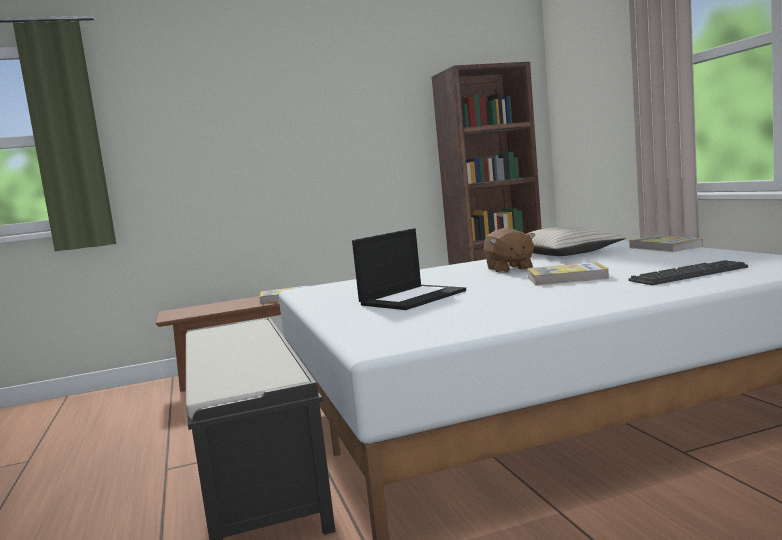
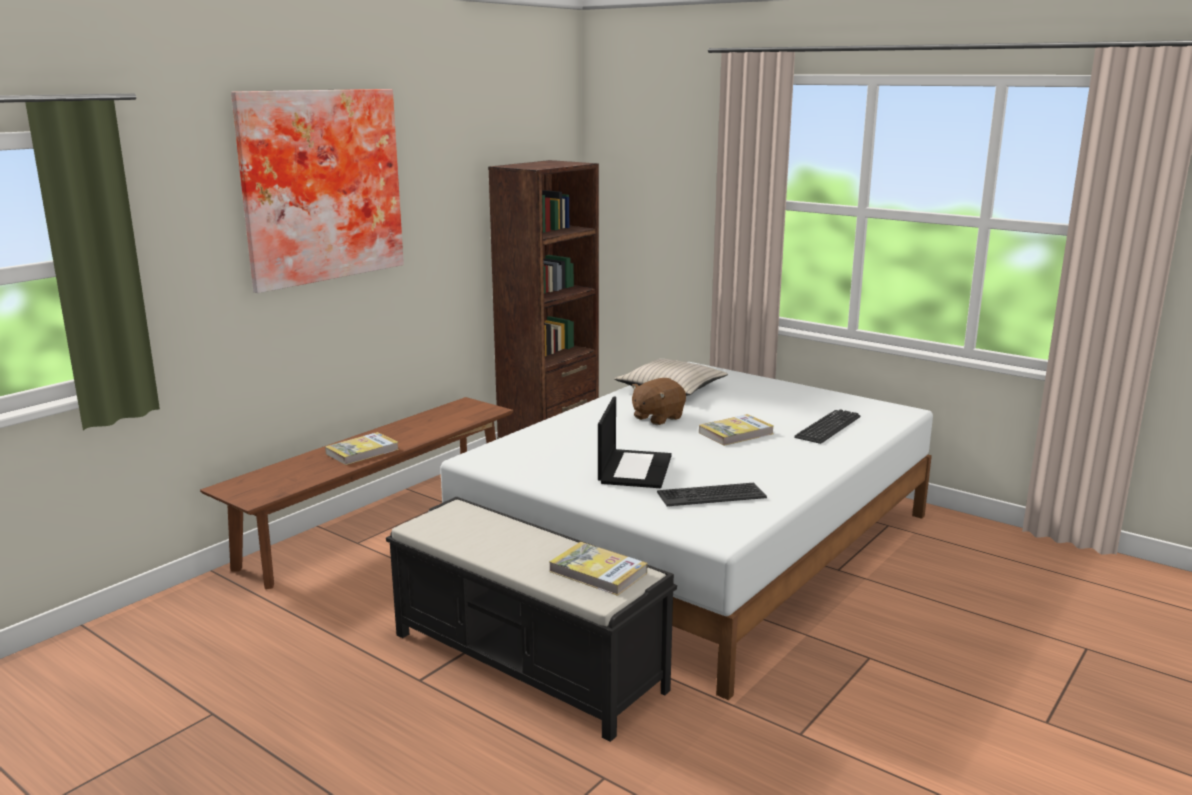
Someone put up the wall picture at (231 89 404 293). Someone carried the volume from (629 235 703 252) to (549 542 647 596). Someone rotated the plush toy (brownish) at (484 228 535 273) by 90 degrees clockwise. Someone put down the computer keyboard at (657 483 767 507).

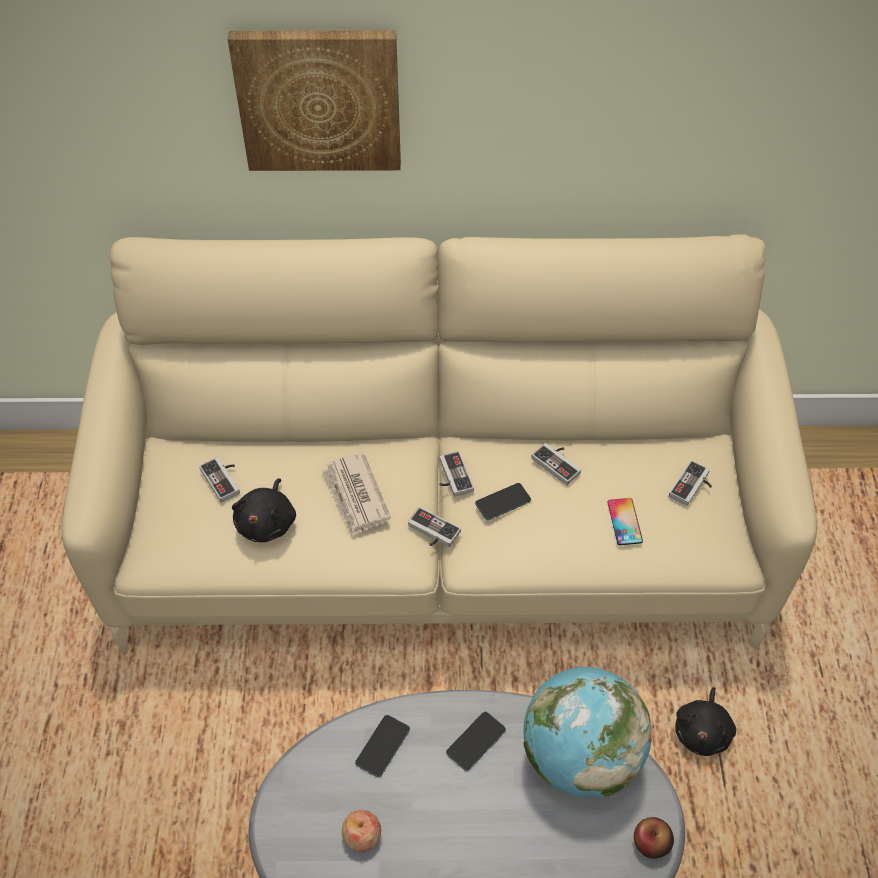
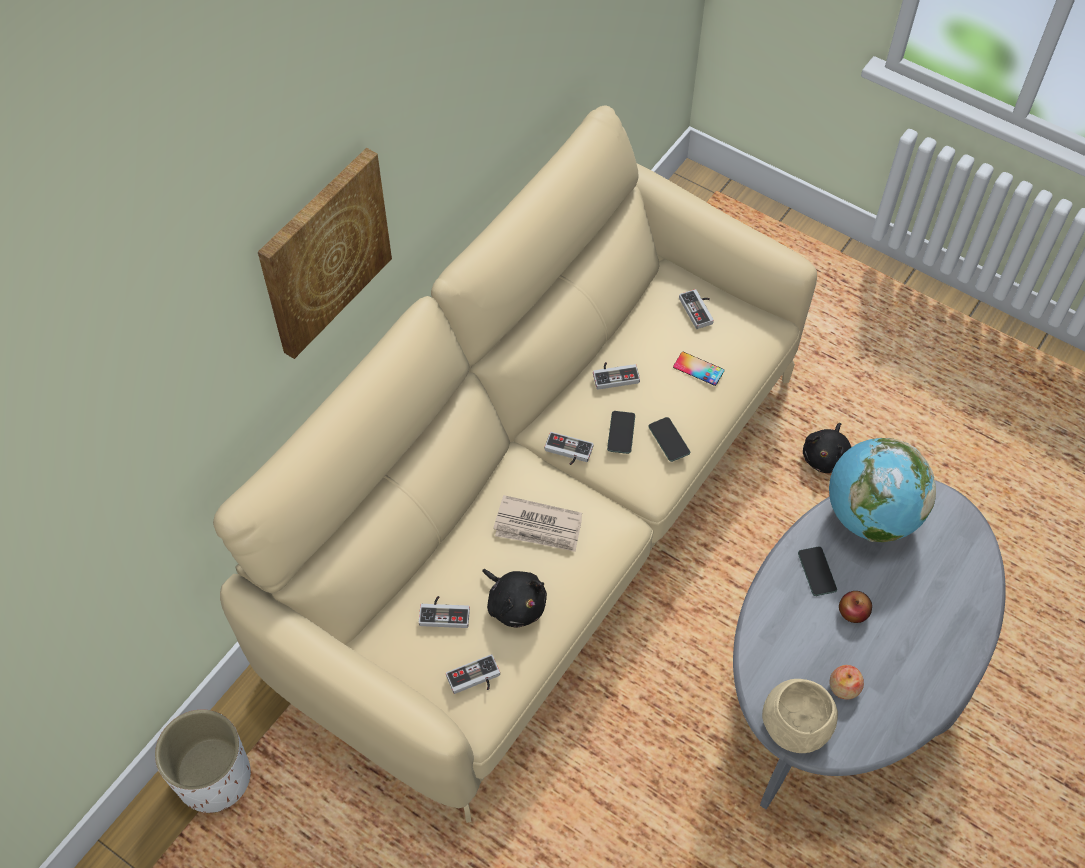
Someone put down the planter (white) at (155 709 251 813). Someone carried the gamepad from (408 507 461 547) to (446 654 500 694). Someone carried the telephone from (355 715 410 777) to (648 417 690 462). Someone put down the bowl (sand-coloured) at (762 679 838 753). Someone rotated the plush toy (blackish) at (675 687 736 756) by 60 degrees clockwise. Someone carried the apple from (634 817 674 858) to (839 591 872 623).

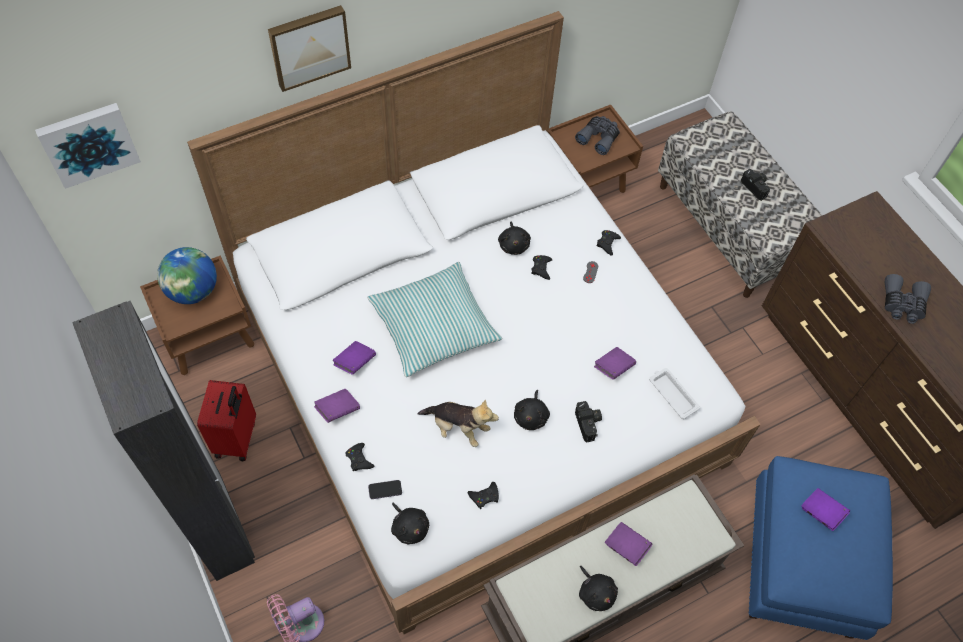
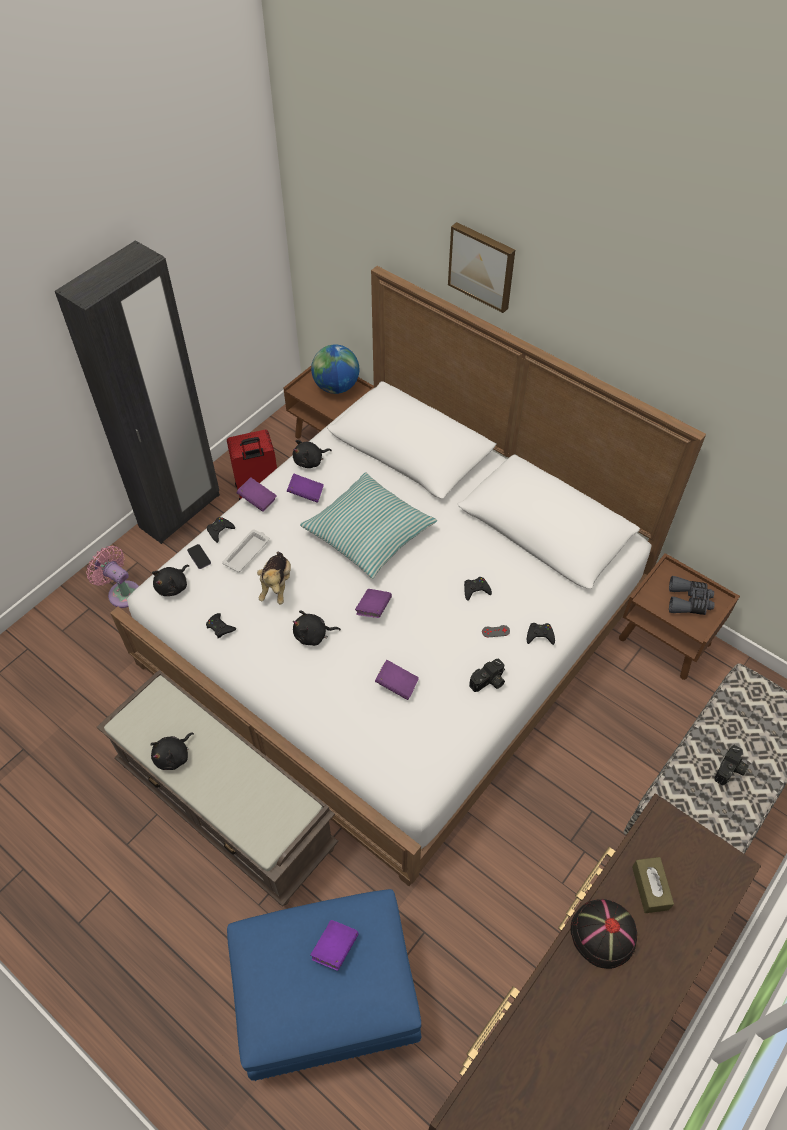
Someone carried the serving tray (white) from (649 368 700 419) to (222 529 270 572). Someone carried the plush toy (blackish) from (498 221 531 255) to (293 440 332 468). Someone carried the volume (purple-coloured) from (605 522 652 566) to (355 589 392 618). Someone carried the still camera from (575 401 602 443) to (469 658 505 692). Someone swapped the binoculars (grey) at (885 274 931 324) for the wearable hat (blackish) at (571 899 637 969). Someone put down the tissue holder (brownish) at (632 857 674 913). Someone took away the wall picture at (35 103 141 189).

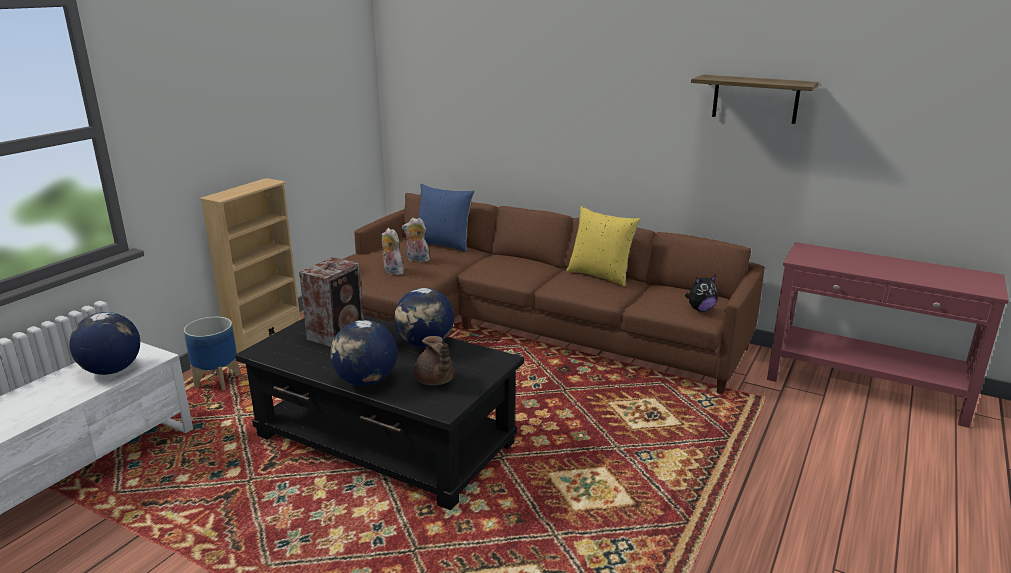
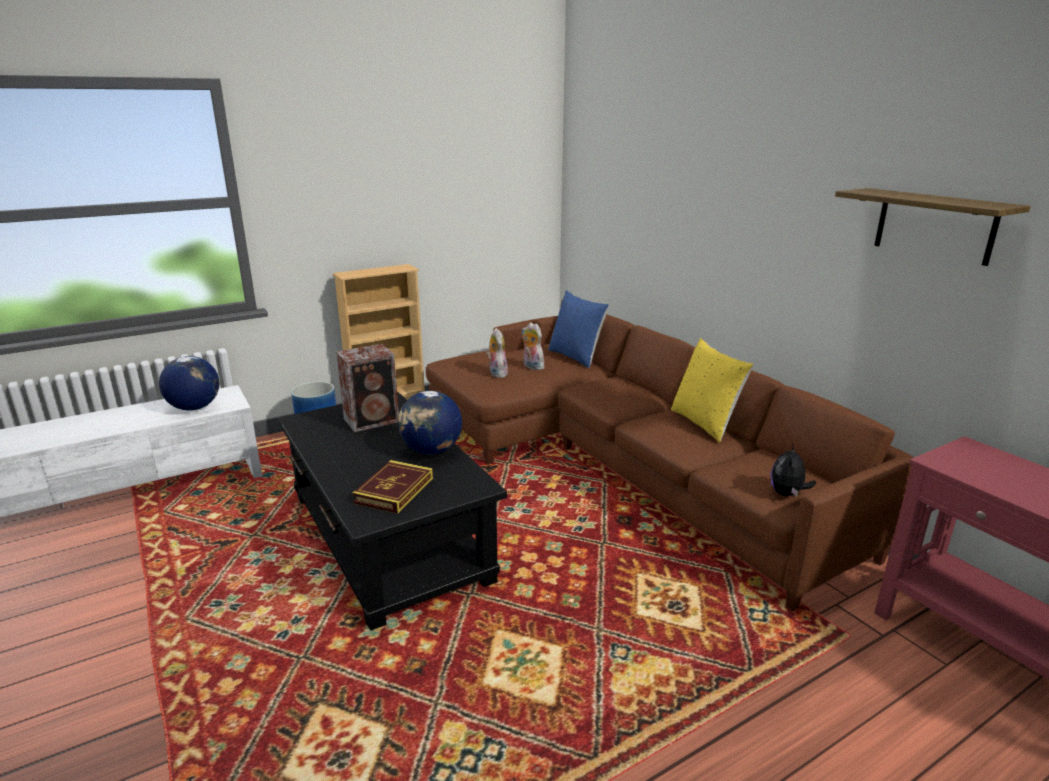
Someone swapped the tea pot (brownish) at (414 336 454 386) for the volume at (352 460 433 514). Someone rotated the plush toy at (685 275 718 312) by 105 degrees clockwise. Someone took away the desk globe at (330 320 397 386).

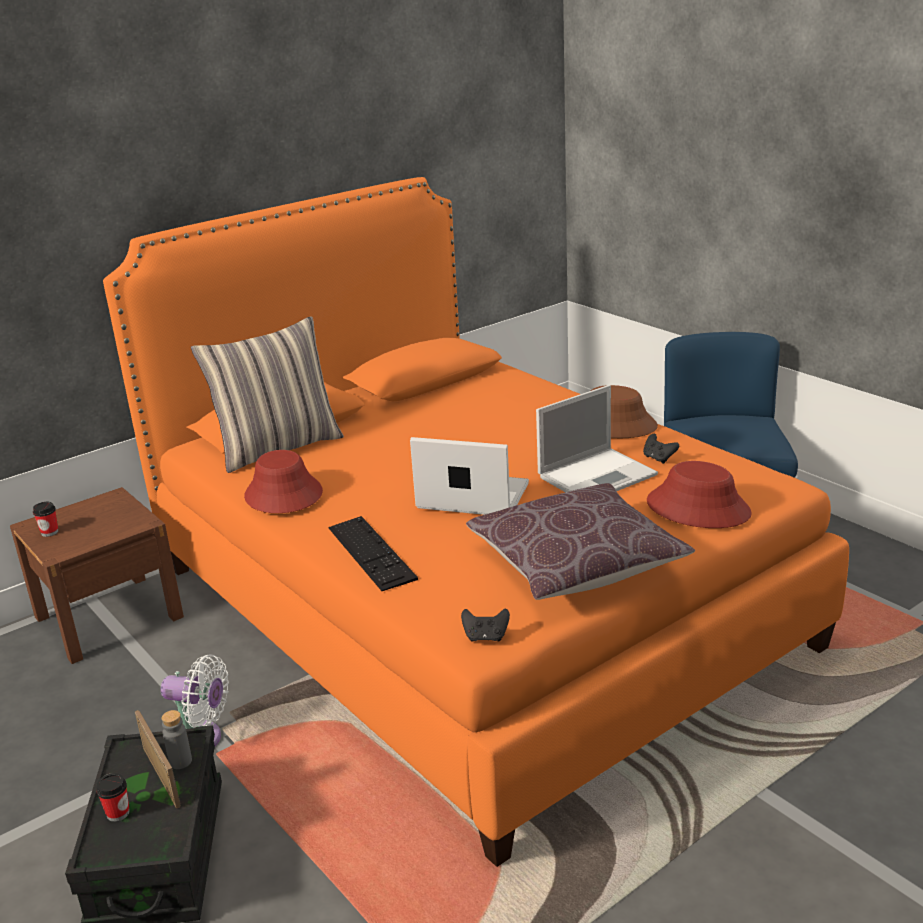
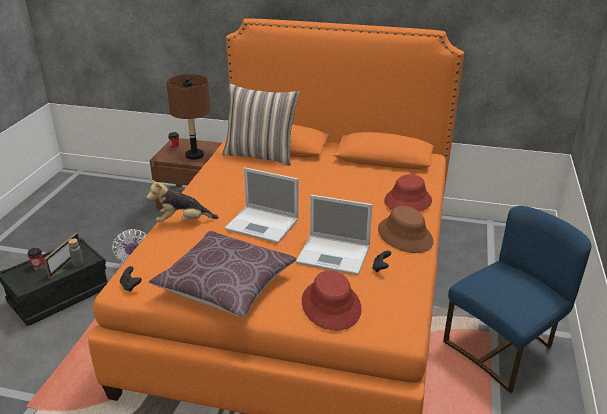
Someone swapped the computer keyboard at (328 516 418 591) for the plush toy at (146 179 219 222). Someone put down the lamp for a table (brownish) at (166 74 210 160). Someone rotated the laptop at (410 437 529 515) by 135 degrees clockwise. Someone carried the wearable hat (reddish) from (244 450 323 513) to (384 174 432 212).

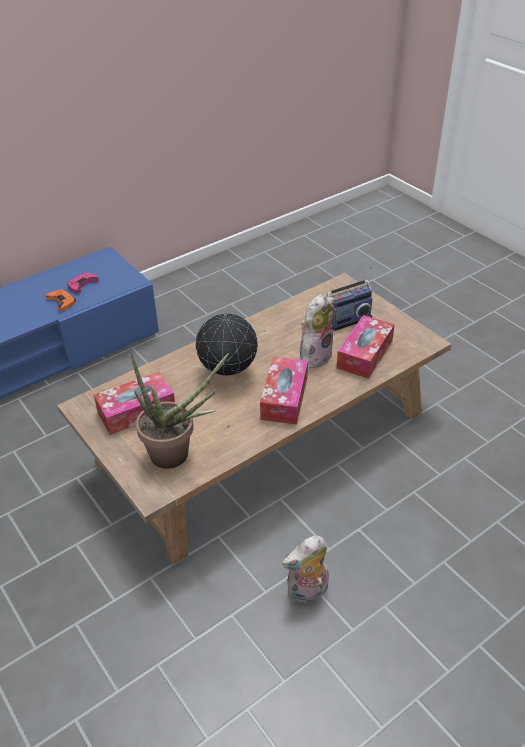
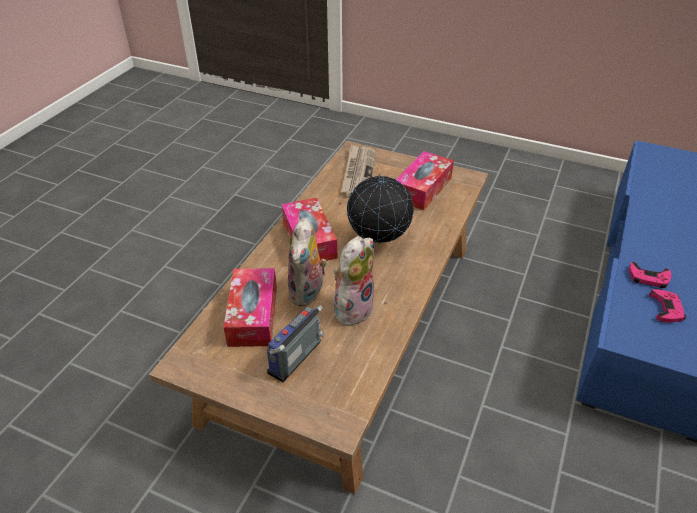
Someone carried the plush toy from (282 536 329 603) to (334 236 374 326). Someone swapped the plant in a pot at (130 351 229 469) for the newspaper at (341 144 375 197). Someone repainted the gamepad (orange-coloured) at (46 289 76 311), which became the gamepad (pink-coloured) at (629 262 671 288).

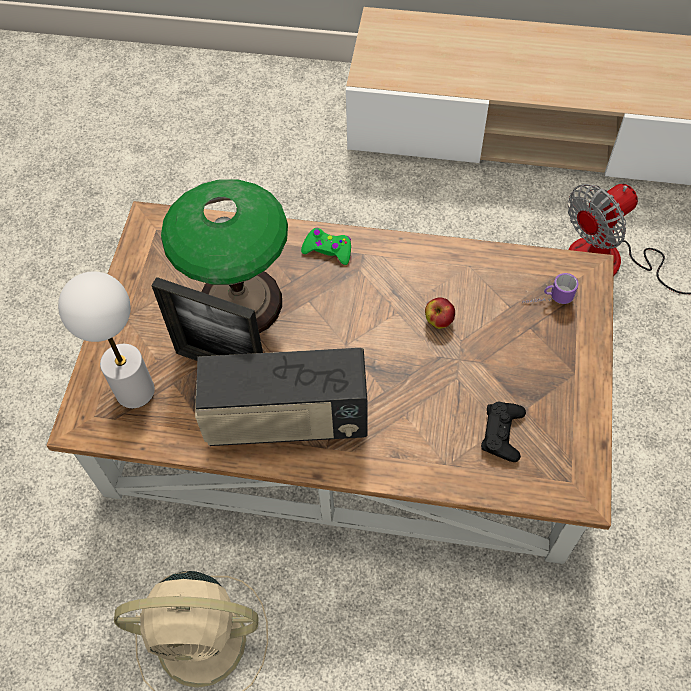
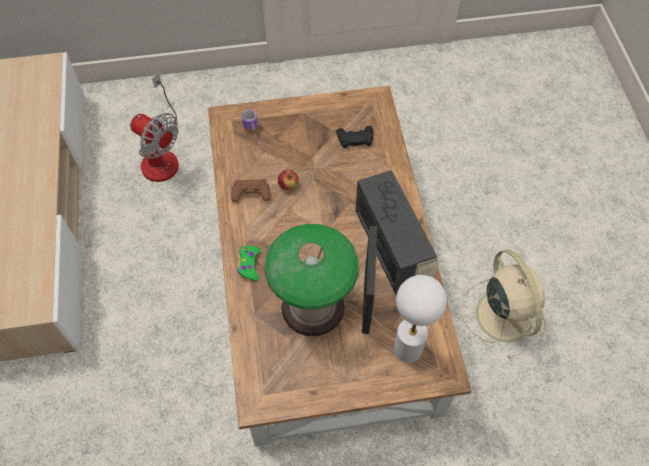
Someone put down the gamepad (brownish) at (231 179 270 202).

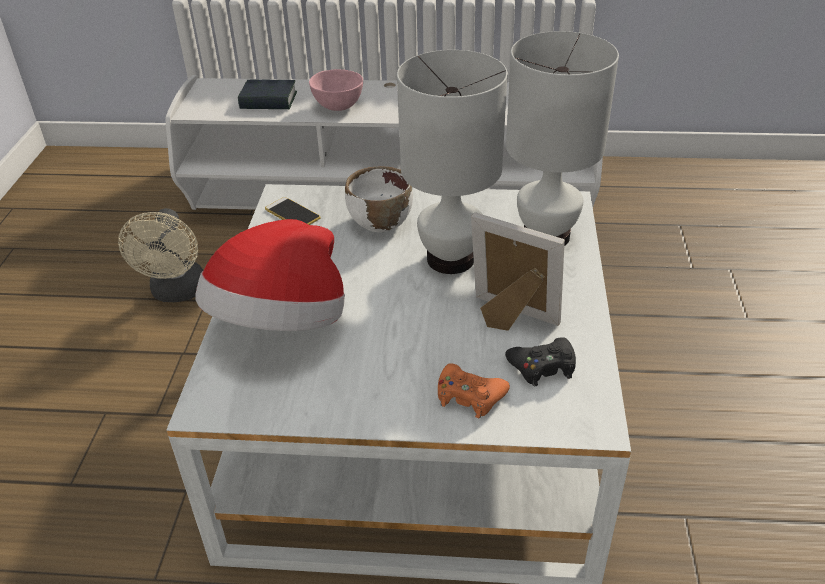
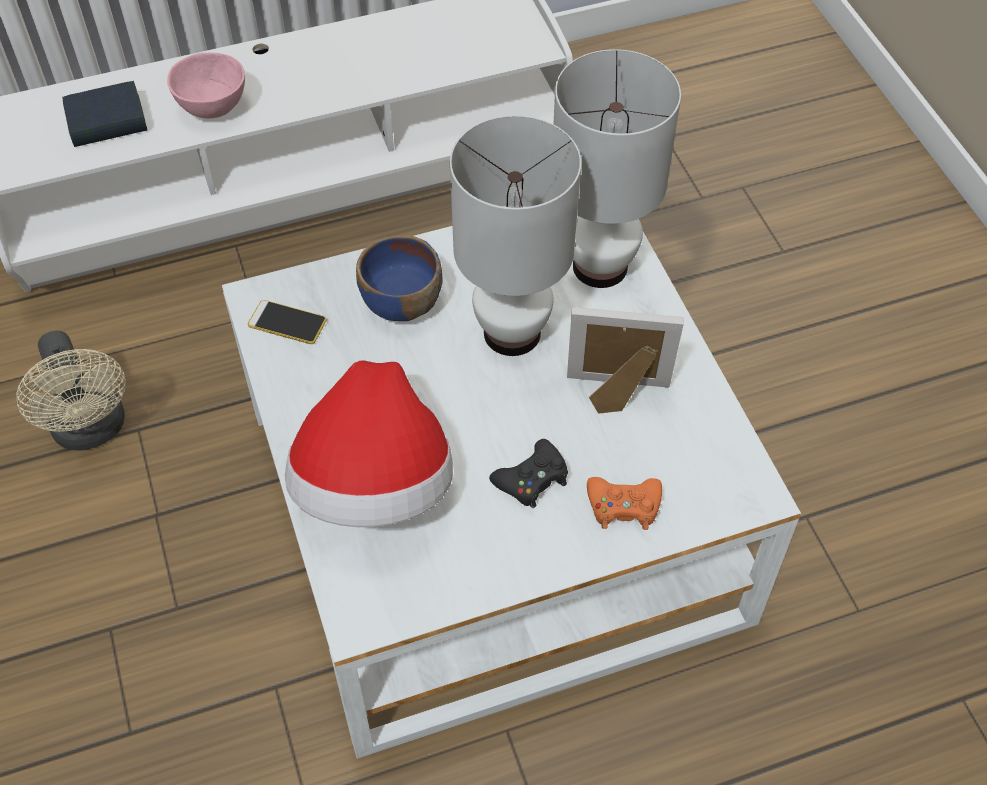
Someone repainted the bowl (white) at (345 166 413 232), which became the bowl (bluish) at (356 235 443 321). Someone carried the gamepad (blackish) from (505 337 576 386) to (489 439 568 508).

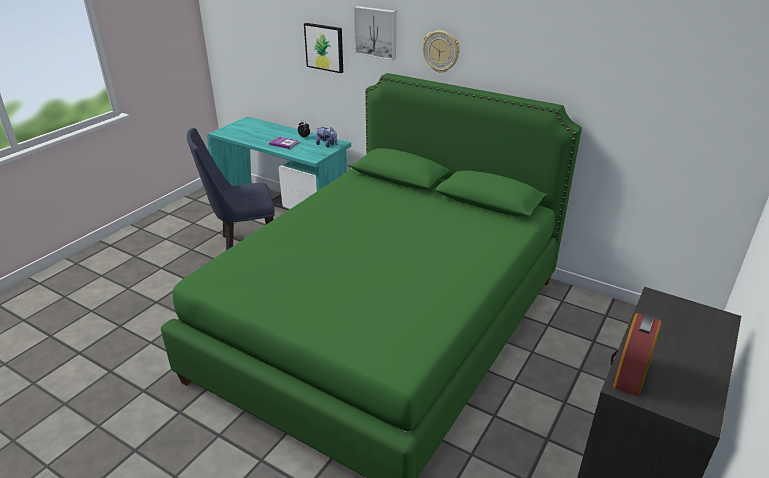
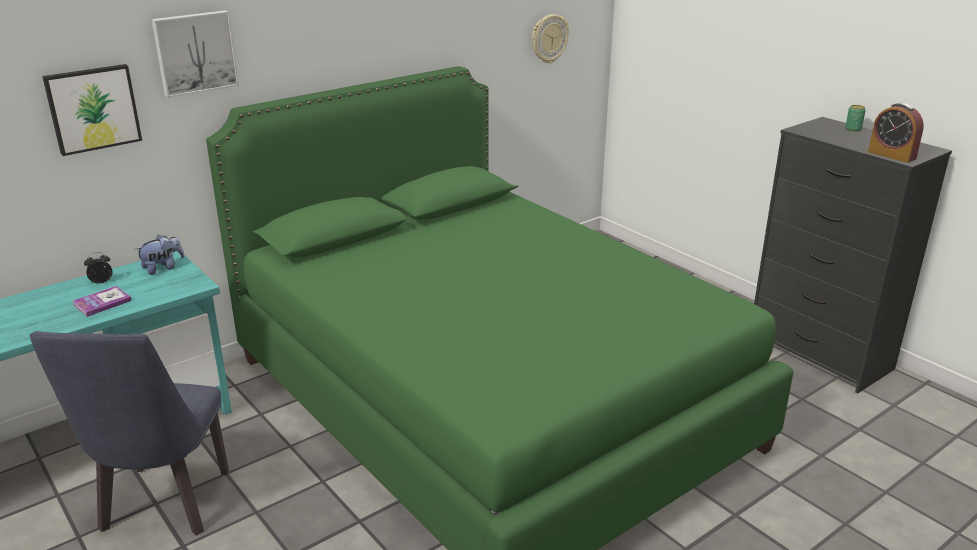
Someone carried the clock on the wall from (422 30 460 73) to (532 14 569 64). Someone put down the sealed can at (845 105 866 132).

